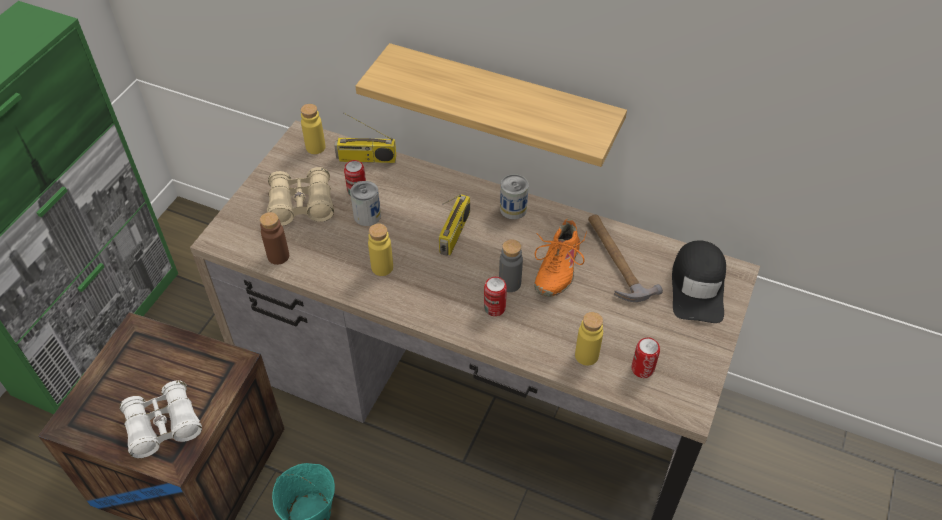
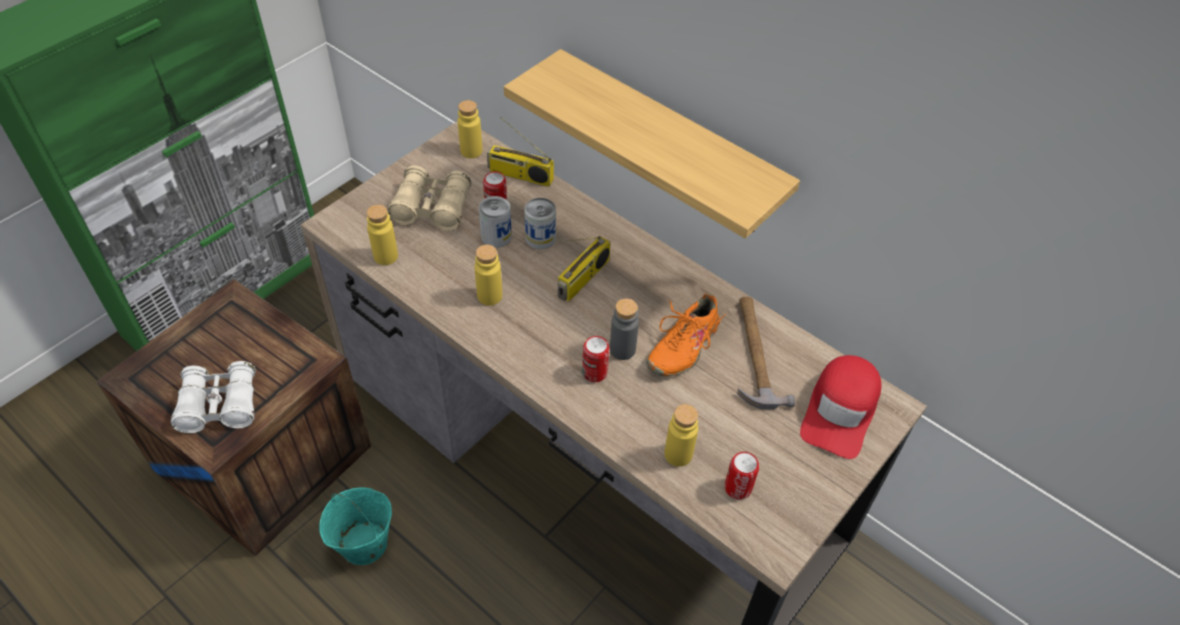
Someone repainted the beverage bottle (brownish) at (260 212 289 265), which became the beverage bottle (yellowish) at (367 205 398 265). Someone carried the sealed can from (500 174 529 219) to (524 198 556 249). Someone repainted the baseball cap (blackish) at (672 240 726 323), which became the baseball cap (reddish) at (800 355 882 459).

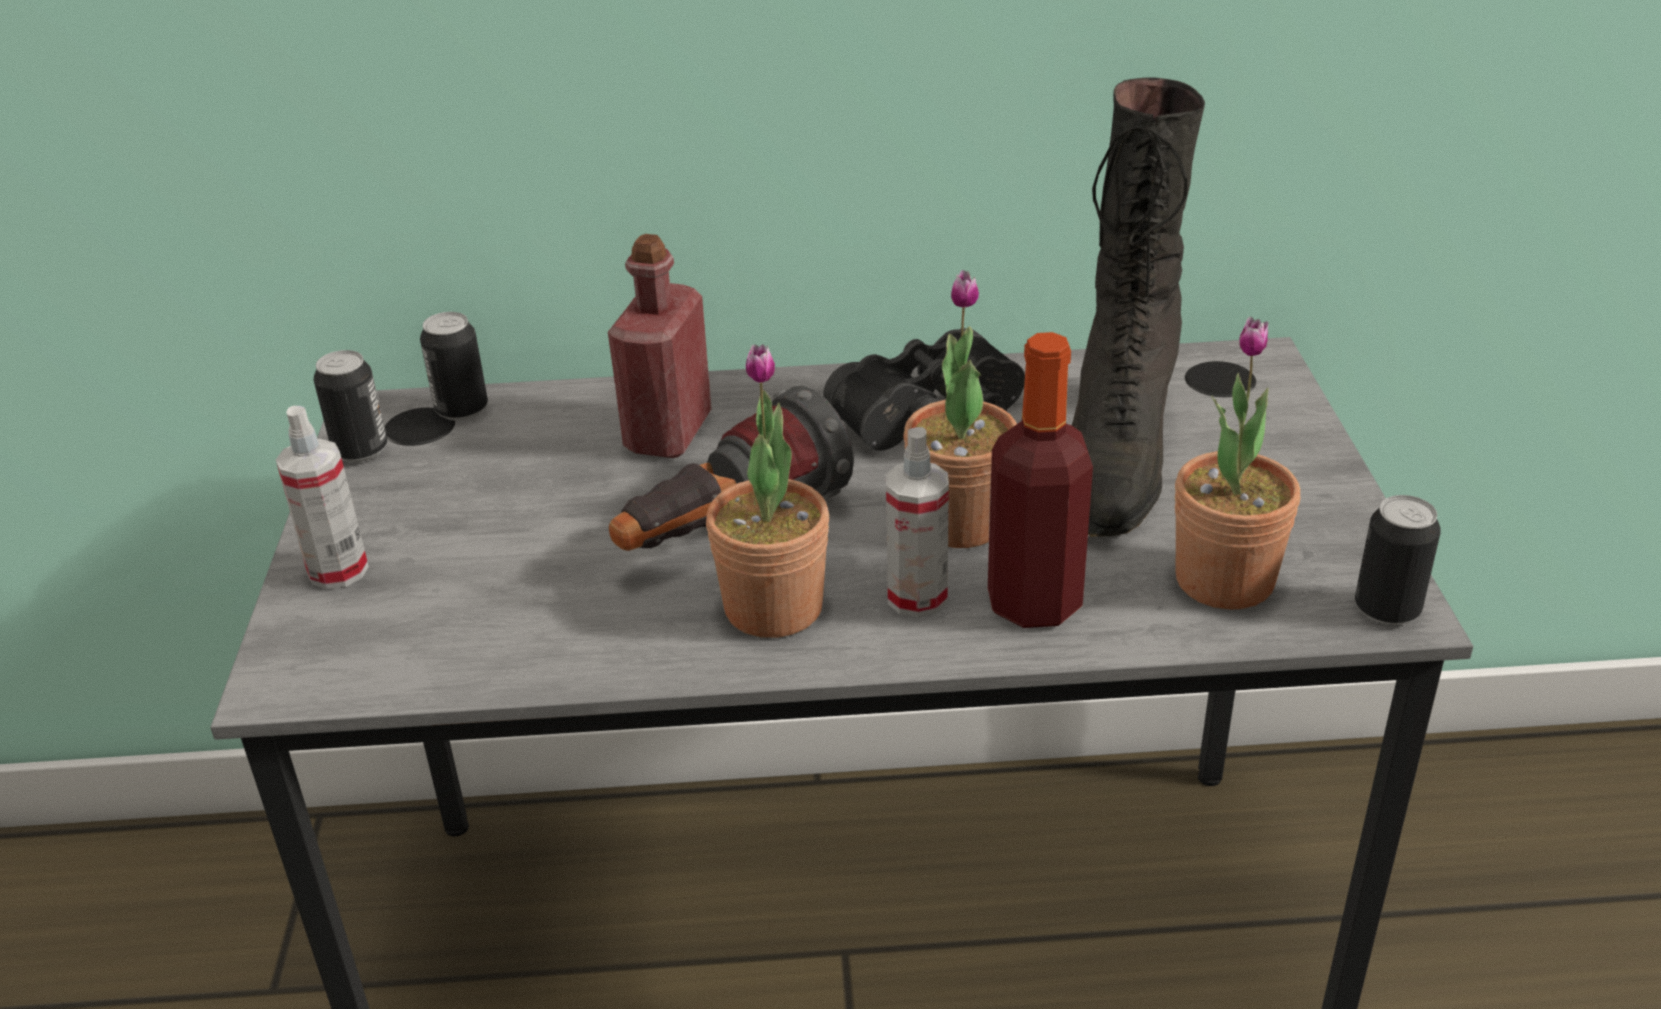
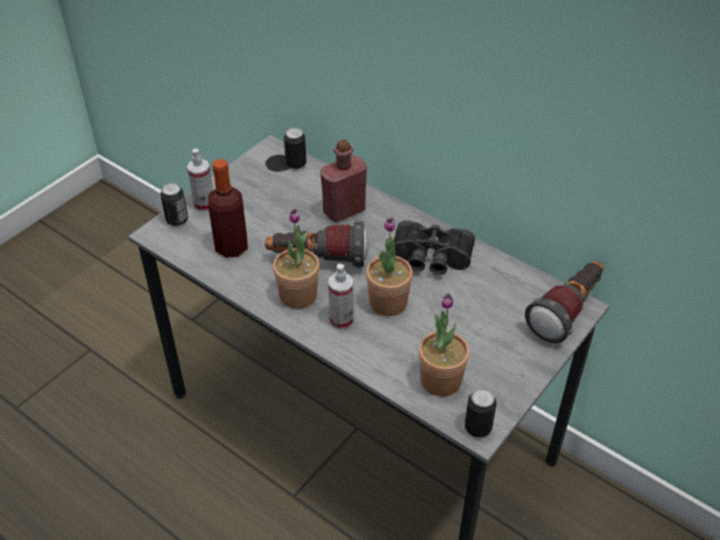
Someone carried the sealed can from (314 350 387 462) to (160 183 188 226). Someone carried the beverage bottle from (988 332 1093 628) to (208 159 248 258). Someone put down the flashlight at (525 261 604 343). Someone took away the tall boot (blackish) at (1071 77 1205 536).

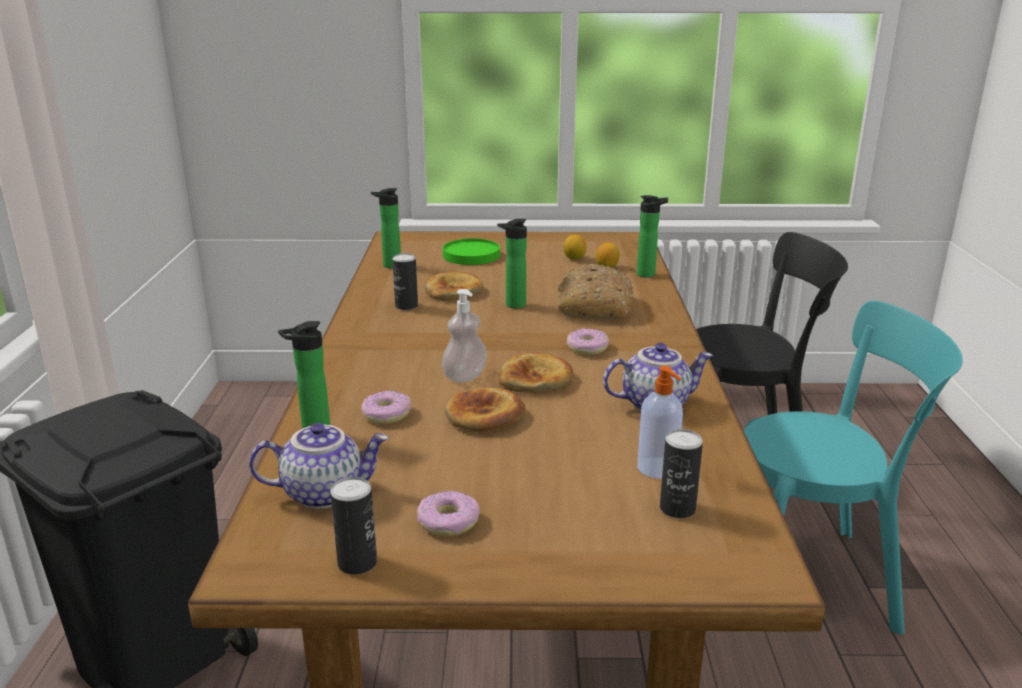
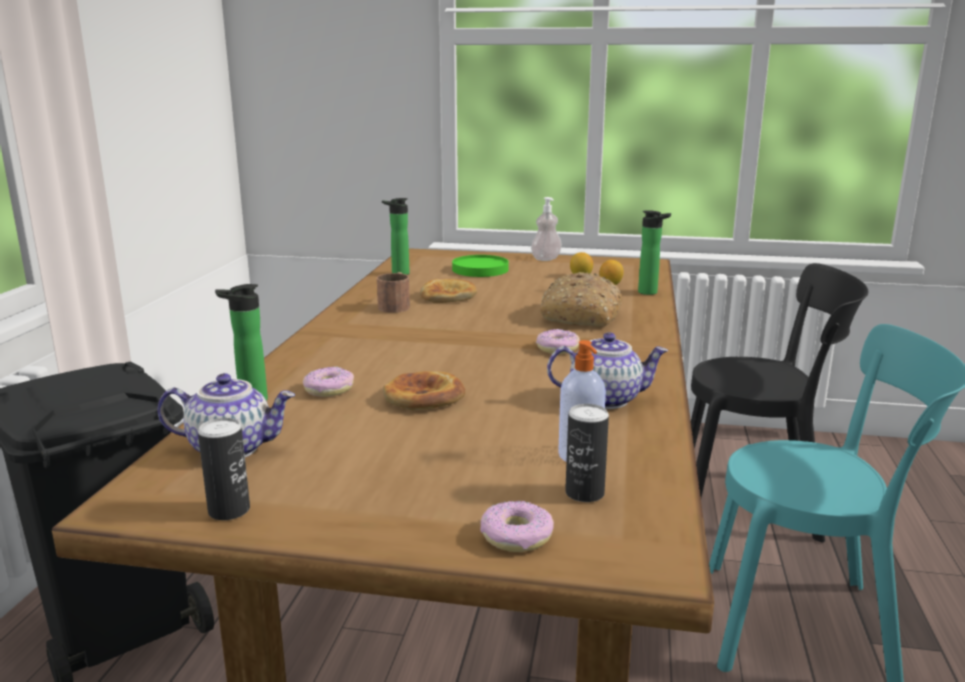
Someone swapped the sealed can at (392 253 418 310) for the mug (brownish) at (377 272 410 313). Someone carried the doughnut from (417 491 479 536) to (480 501 554 552). Someone carried the soap dispenser from (442 289 487 383) to (531 197 562 261). Someone took away the beverage bottle at (497 219 527 308). Someone took away the bakery bread at (498 352 573 393).

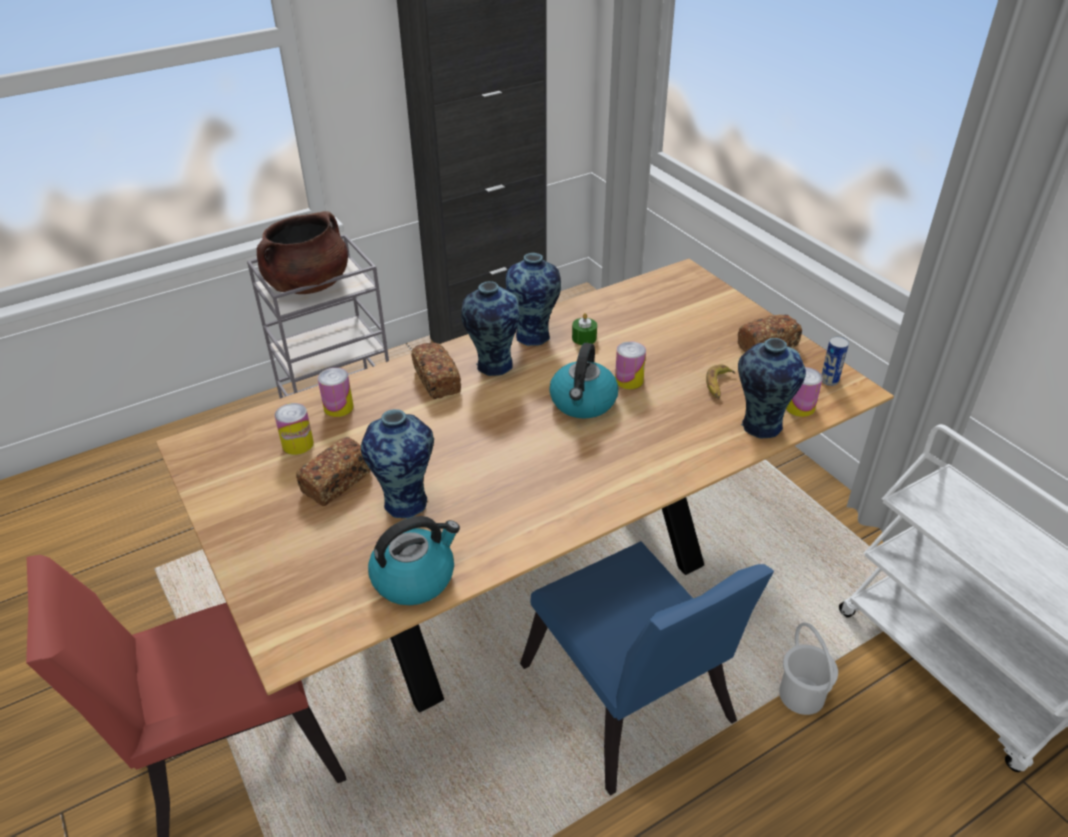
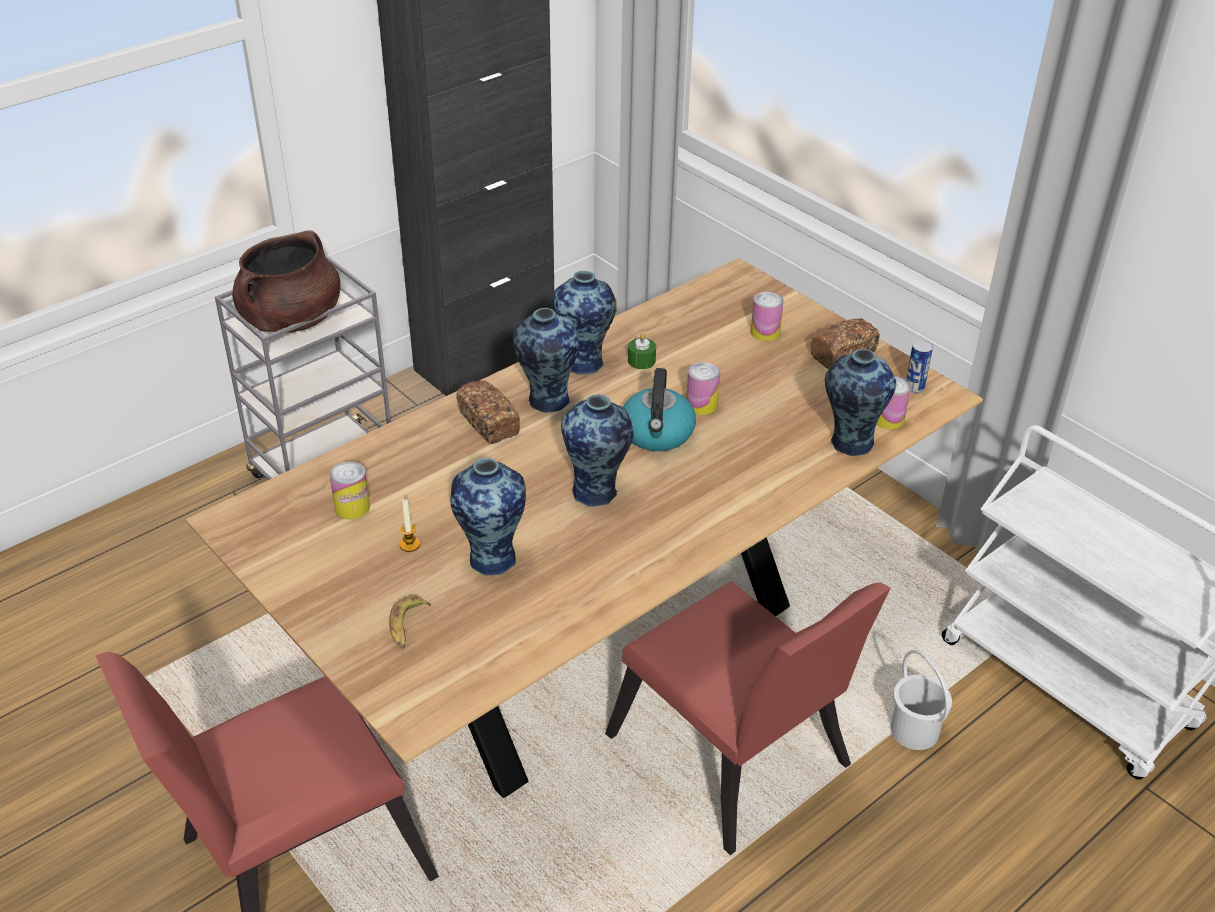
Someone carried the banana from (706 365 735 399) to (389 595 431 649). Someone swapped the bakery bread at (296 437 371 506) for the candle at (399 499 420 552). Someone put down the flower vase at (561 394 634 507). Someone repainted the upright chair (bluish) at (520 541 774 796), which became the upright chair (reddish) at (605 581 891 855). Someone carried the sealed can from (318 368 354 417) to (751 292 784 341). Someone took away the water kettle at (368 516 460 605).

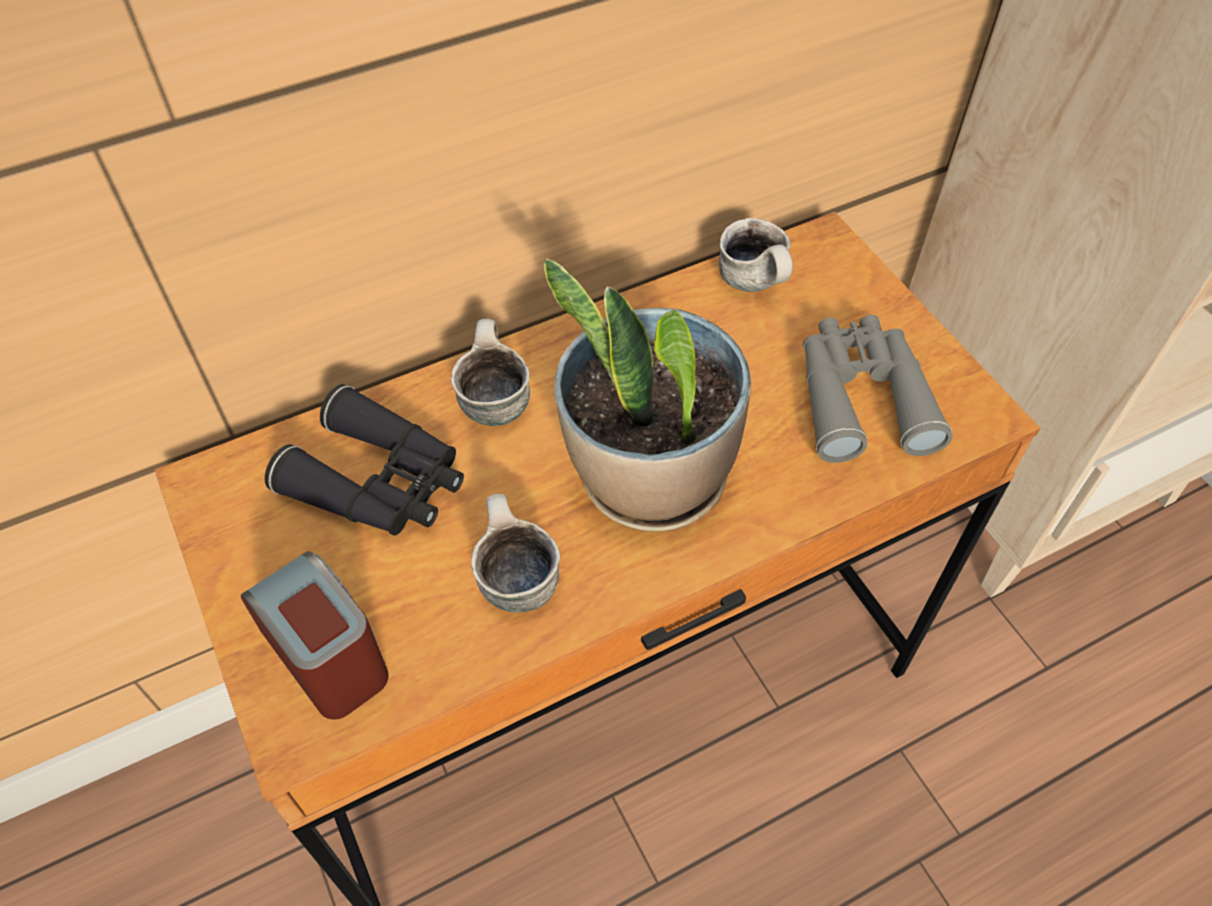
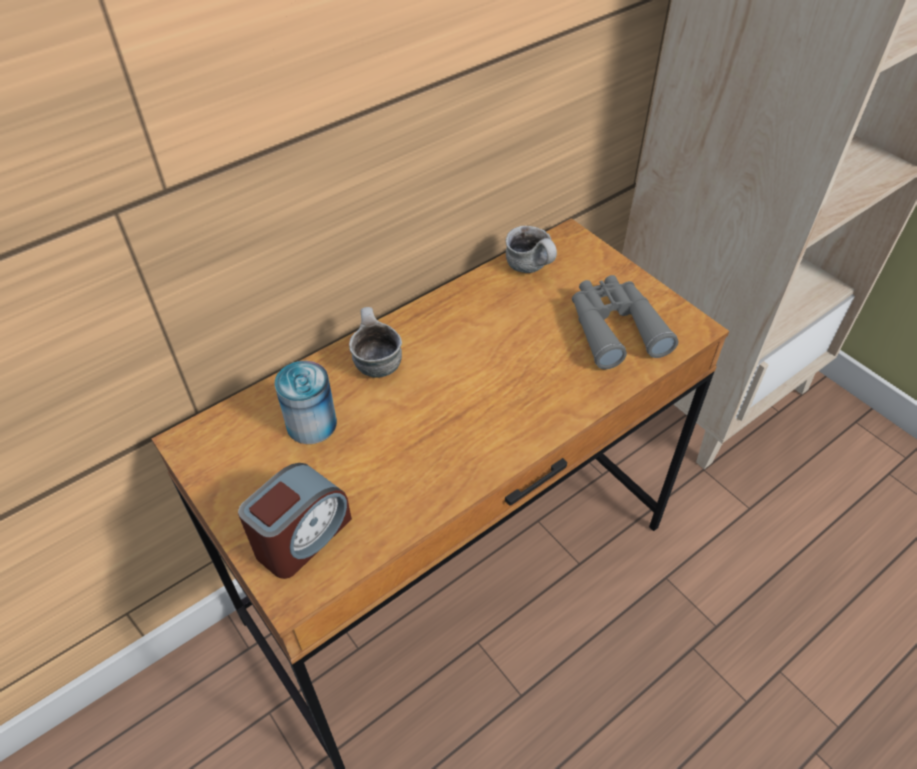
Someone rotated the alarm clock at (241 551 389 720) by 90 degrees clockwise. Someone swapped the binoculars (blackish) at (265 384 464 536) for the sealed can at (274 361 337 444). Someone took away the mug at (471 494 560 613). Someone took away the plant in a pot at (544 258 751 532).

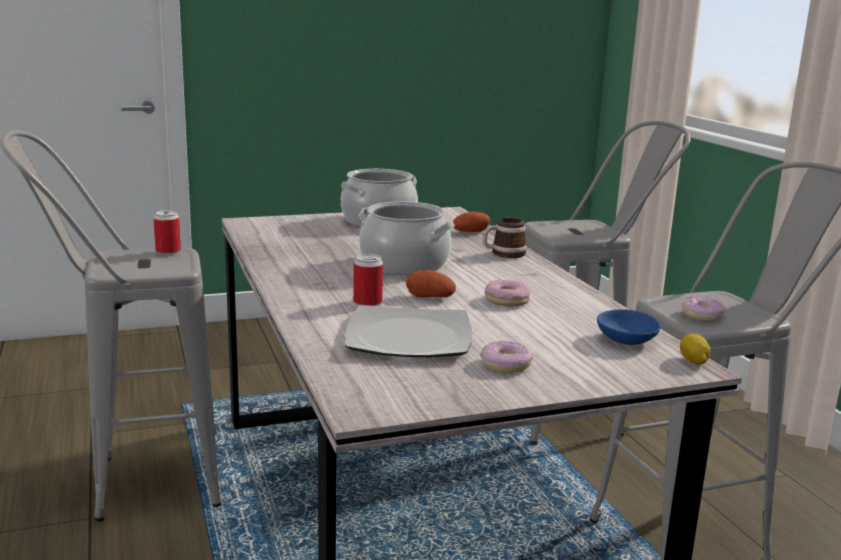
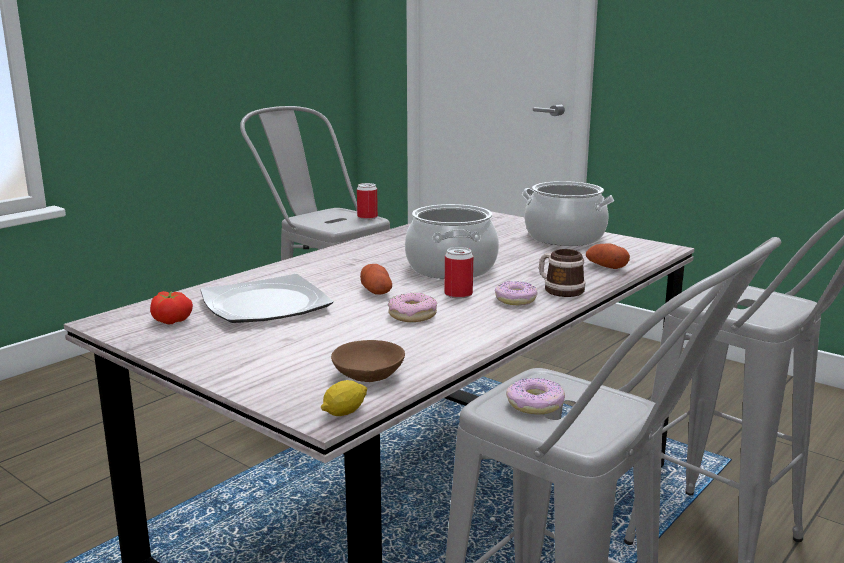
Someone put down the fresh tomato at (150 291 193 324). Someone repainted the bowl (bluish) at (597 309 661 345), which became the bowl (brownish) at (331 340 405 382). Someone carried the sealed can from (353 254 383 306) to (444 247 473 299). Someone carried the doughnut from (480 341 533 373) to (495 281 537 305).

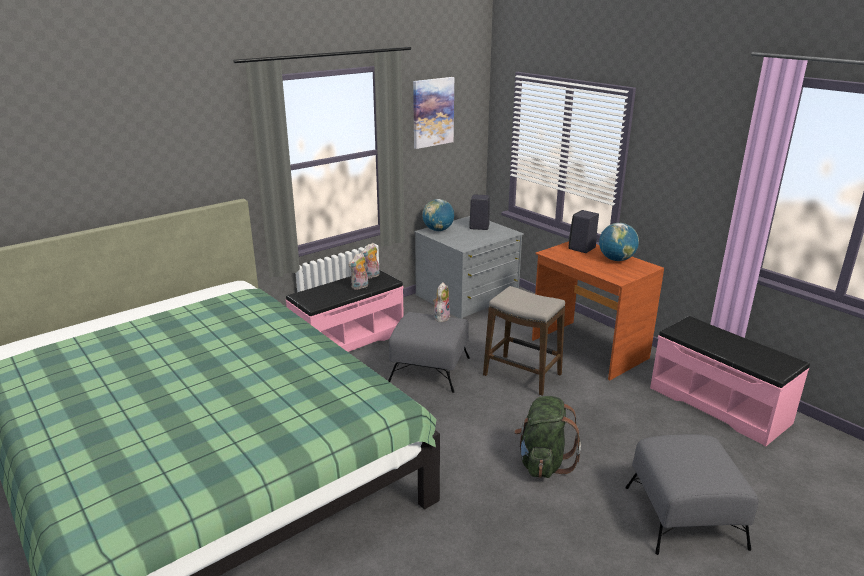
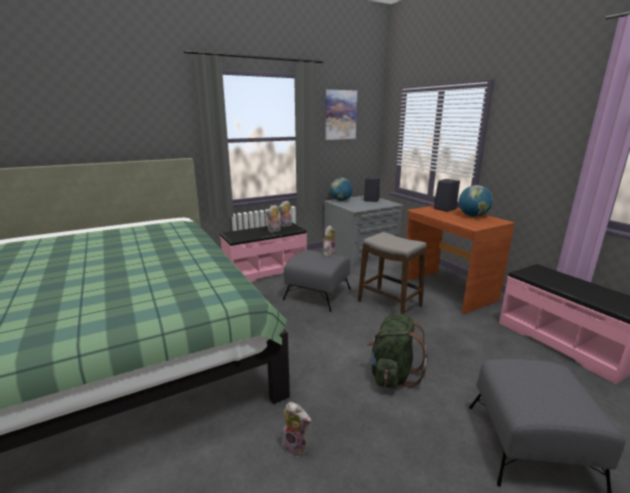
Someone put down the plush toy at (282 402 311 457).

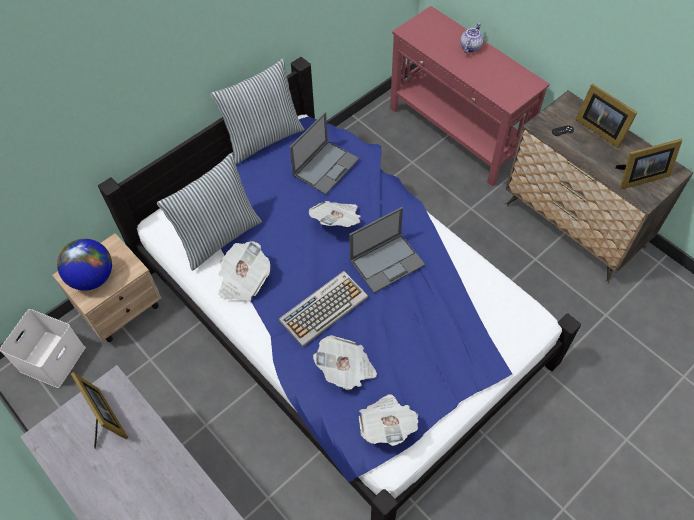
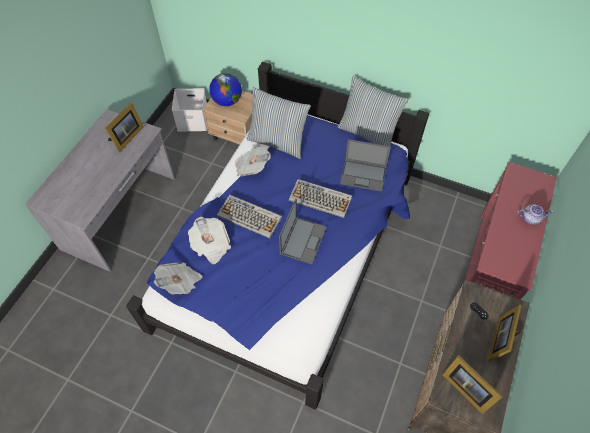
Someone rotated the laptop at (349 207 425 293) by 105 degrees counterclockwise. Someone swapped the newspaper at (309 201 361 227) for the computer keyboard at (289 179 353 218).

